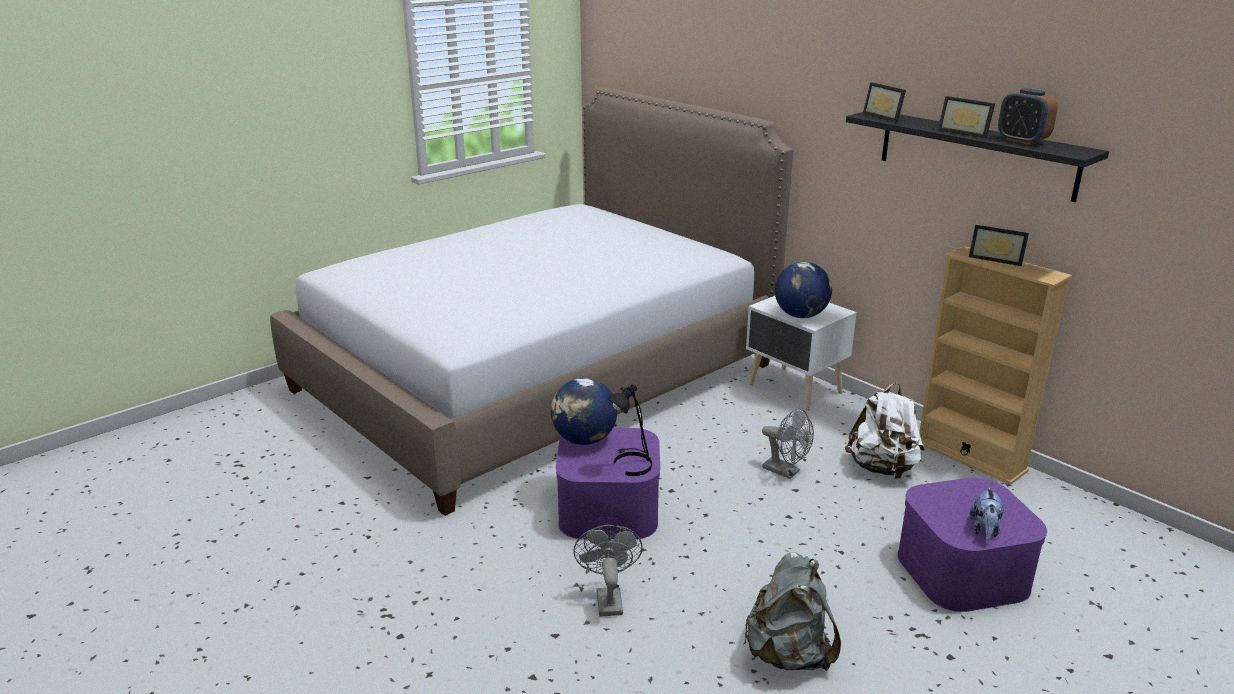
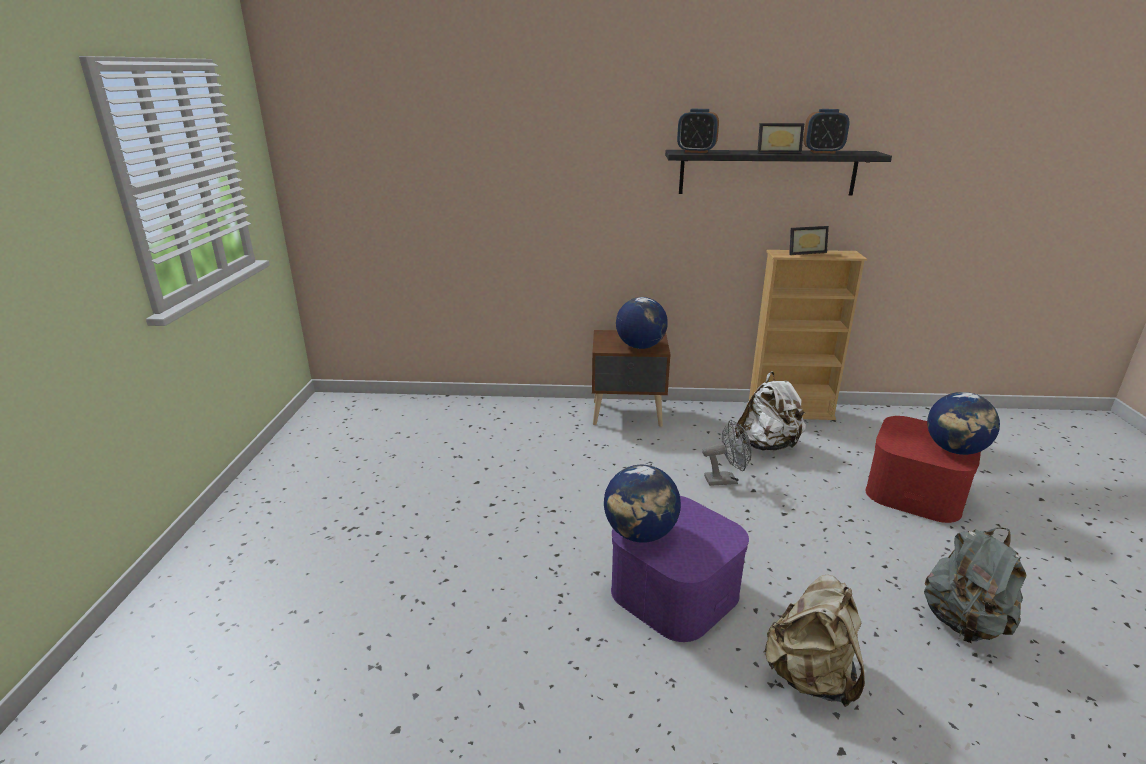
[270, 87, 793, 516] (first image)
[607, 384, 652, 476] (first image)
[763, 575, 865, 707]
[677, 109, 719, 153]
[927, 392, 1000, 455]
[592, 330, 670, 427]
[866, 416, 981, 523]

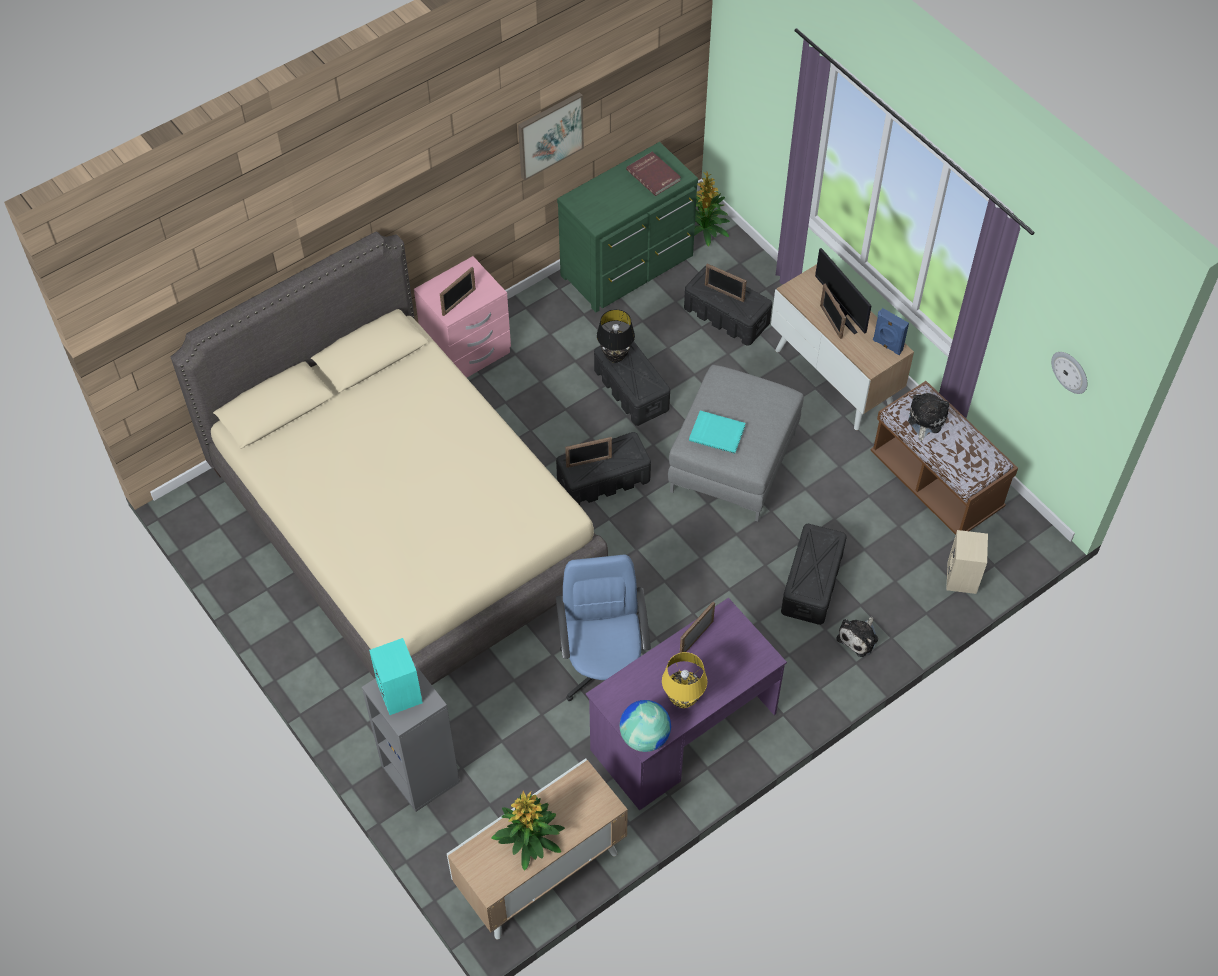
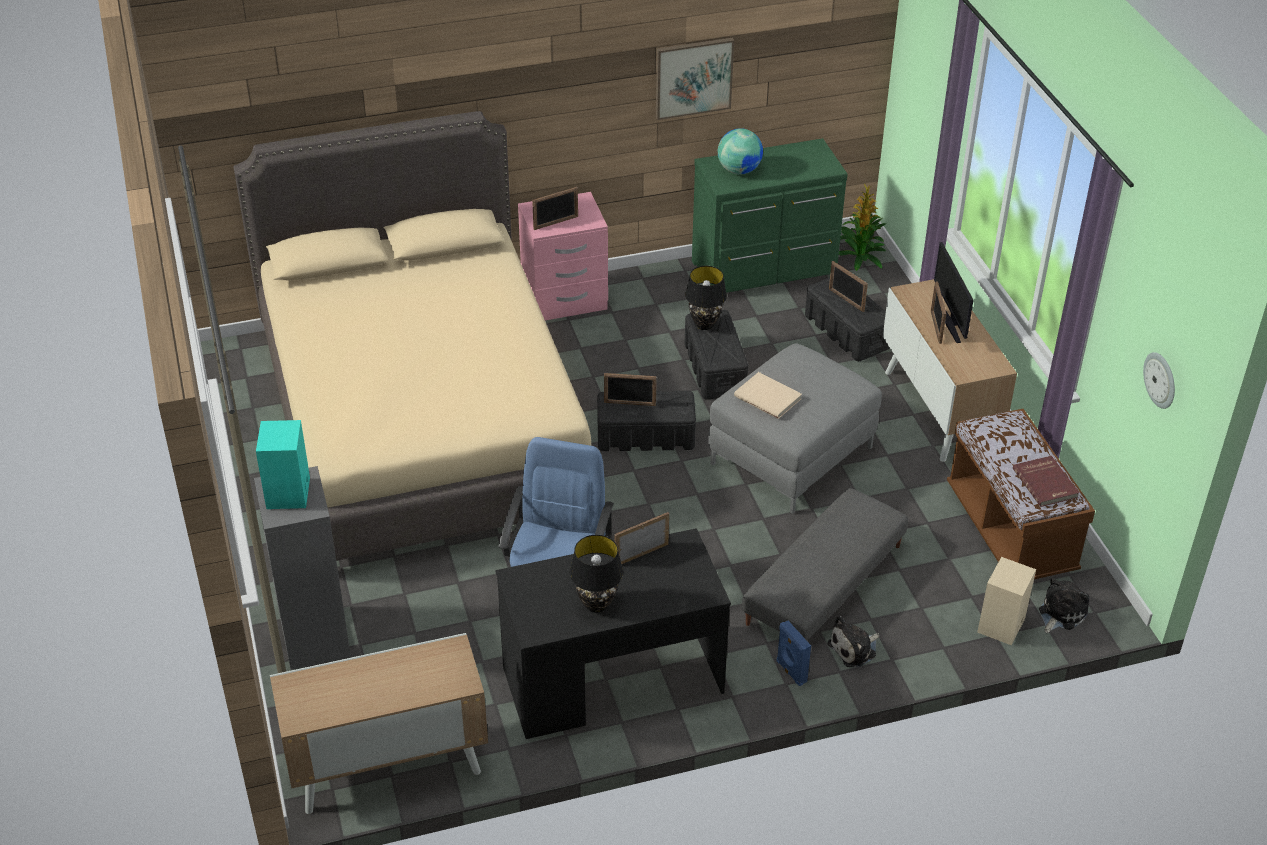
[491, 791, 565, 871] (first image)
[718, 128, 763, 174]
[1013, 456, 1079, 507]
[776, 621, 811, 686]
[1039, 578, 1090, 633]
[742, 488, 908, 640]
[495, 528, 731, 739]
[570, 535, 623, 613]
[734, 372, 802, 419]

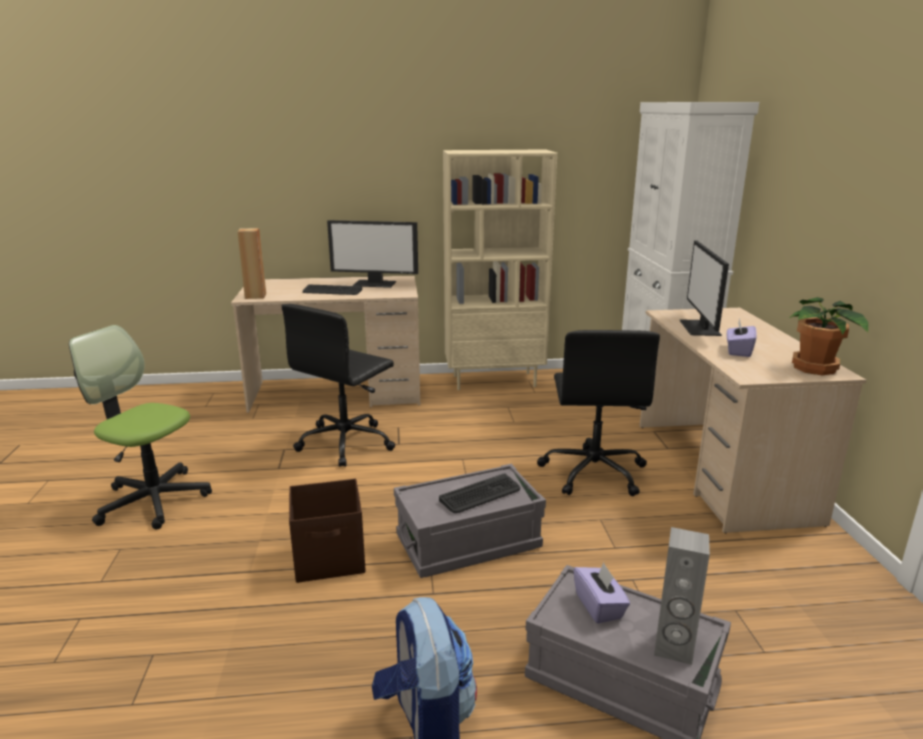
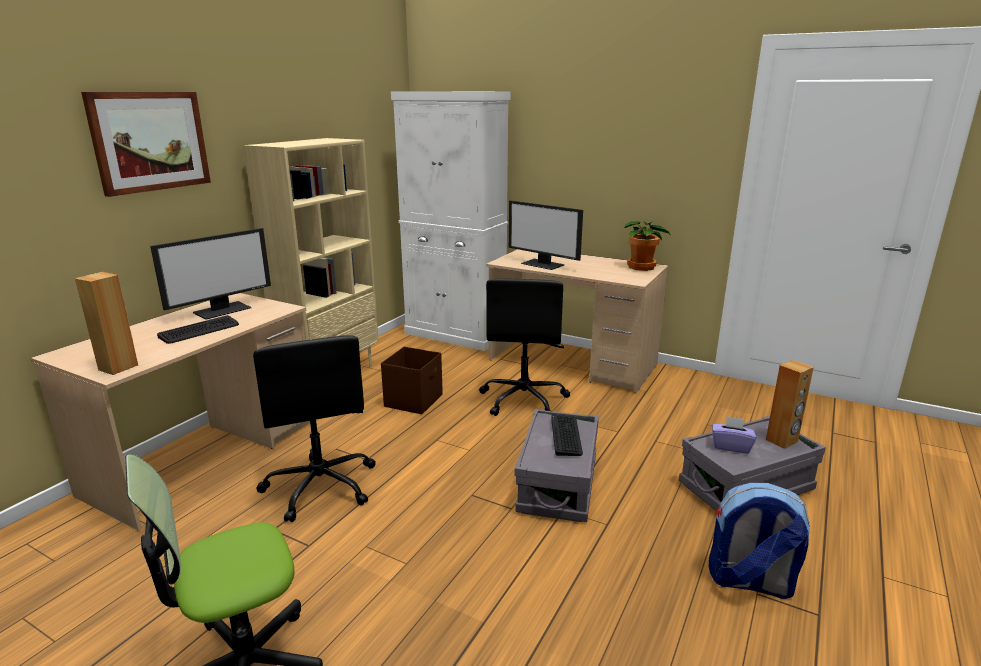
[727, 318, 757, 357] (first image)
[81, 92, 211, 197]
[381, 347, 443, 414]
[766, 360, 814, 449]
[479, 279, 570, 416]

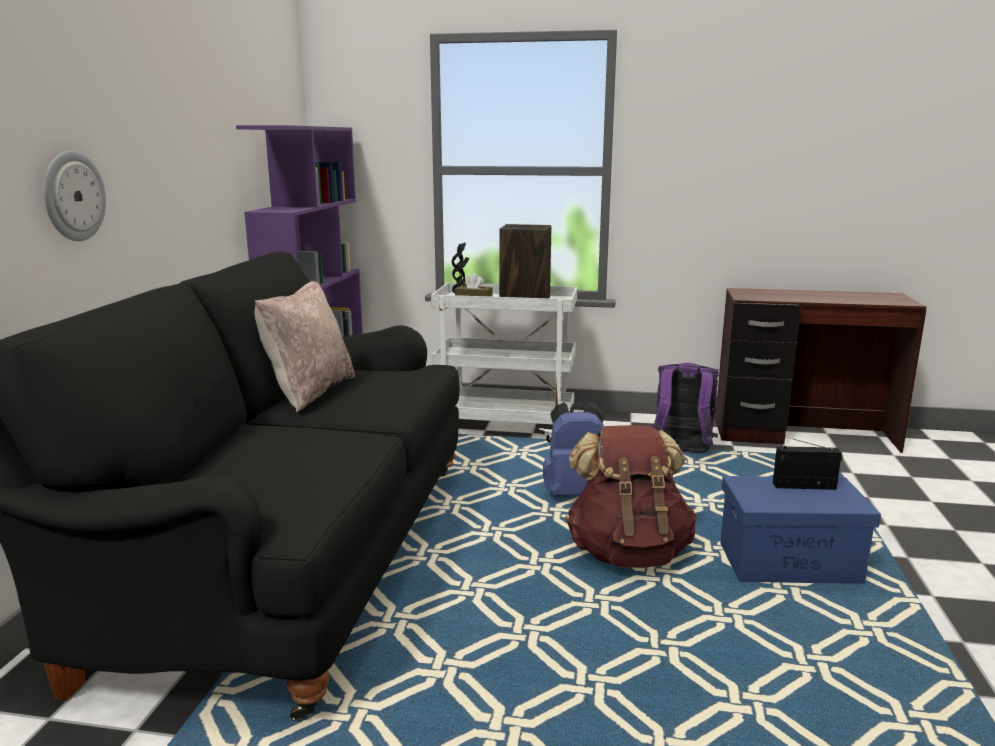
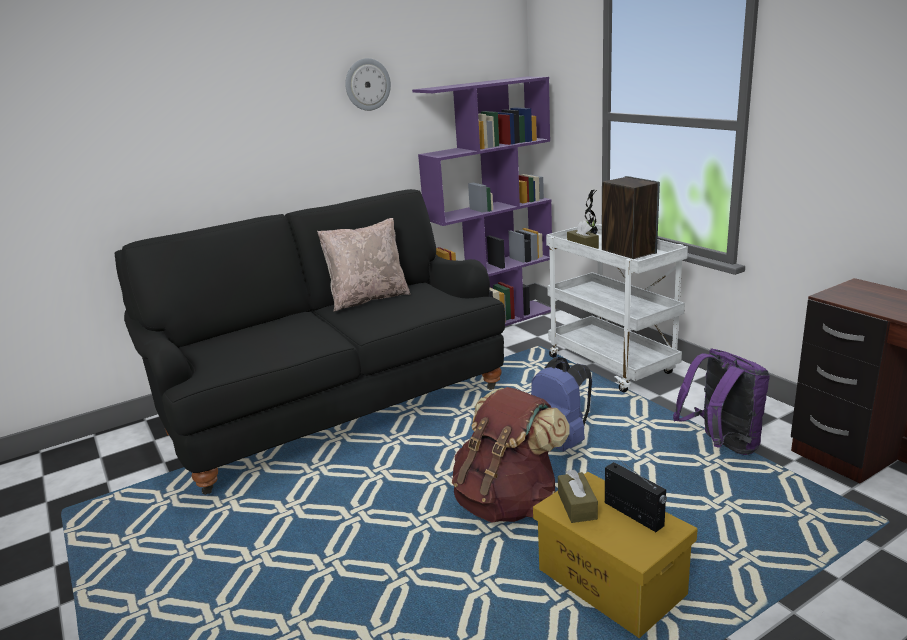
[558, 470, 598, 523]
[345, 58, 391, 111]
[533, 472, 698, 638]

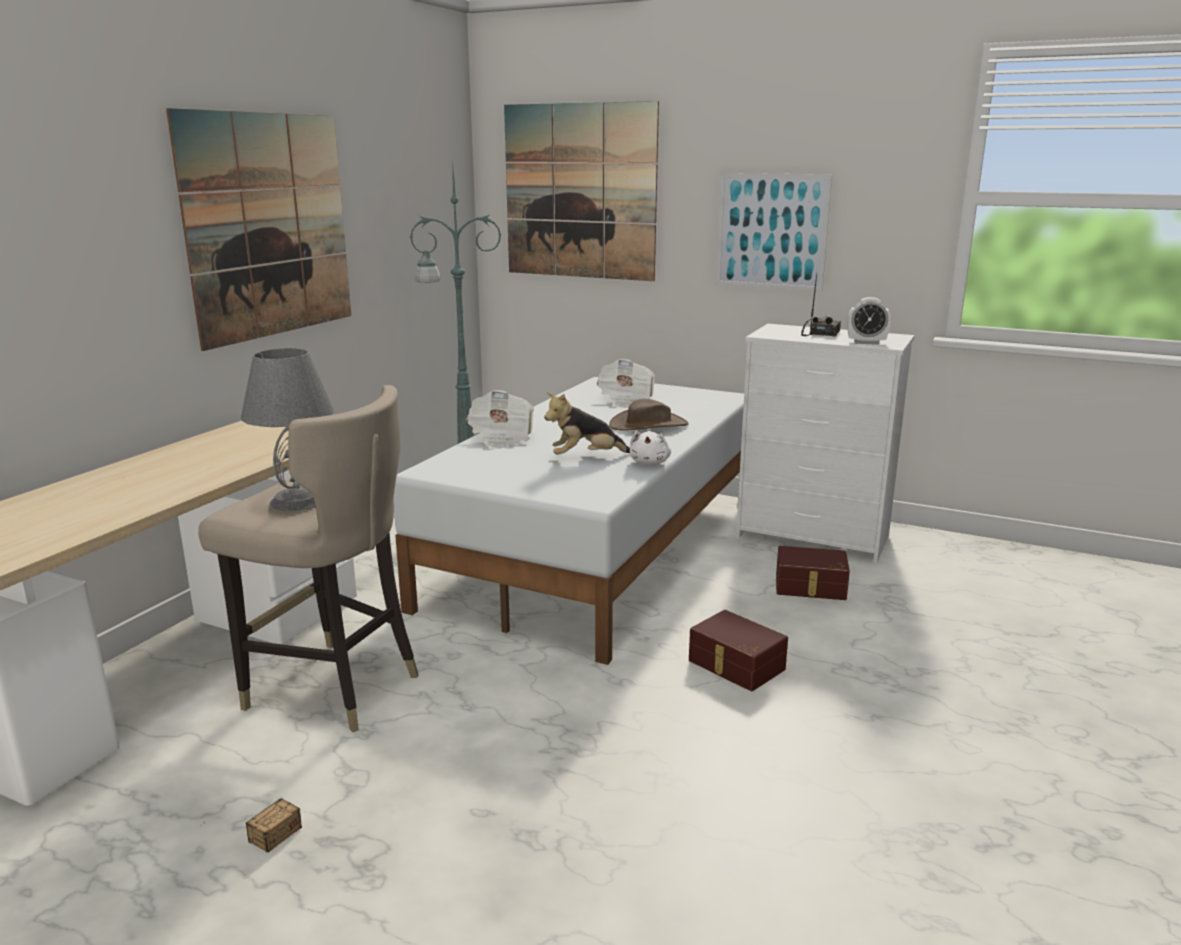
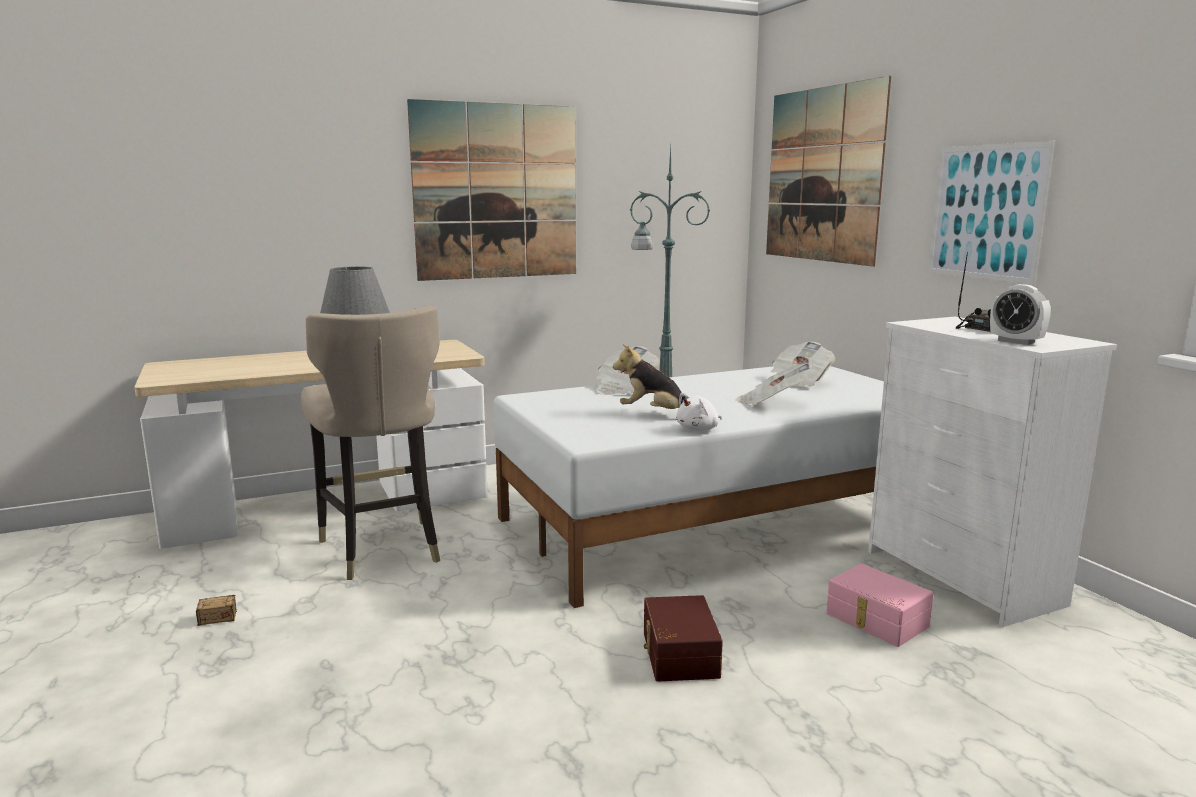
[736, 363, 813, 406]
[826, 564, 934, 647]

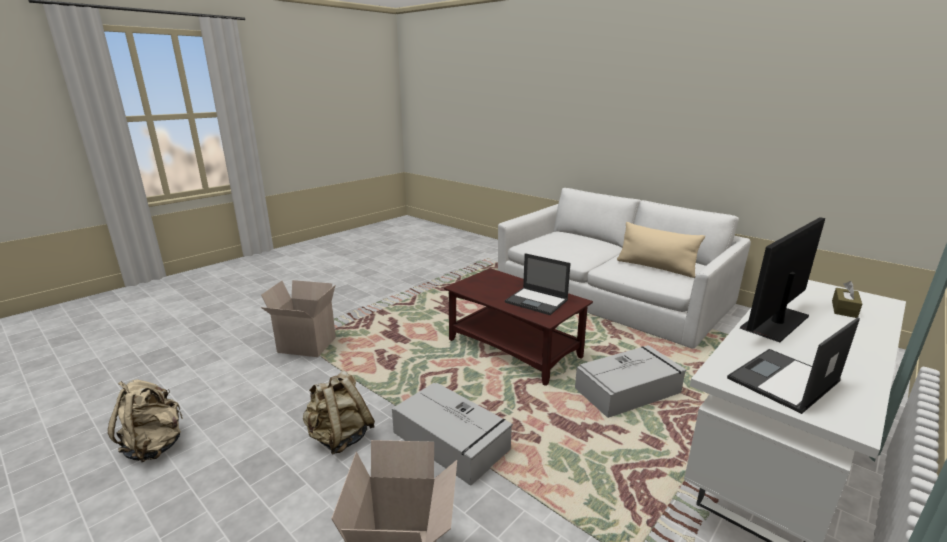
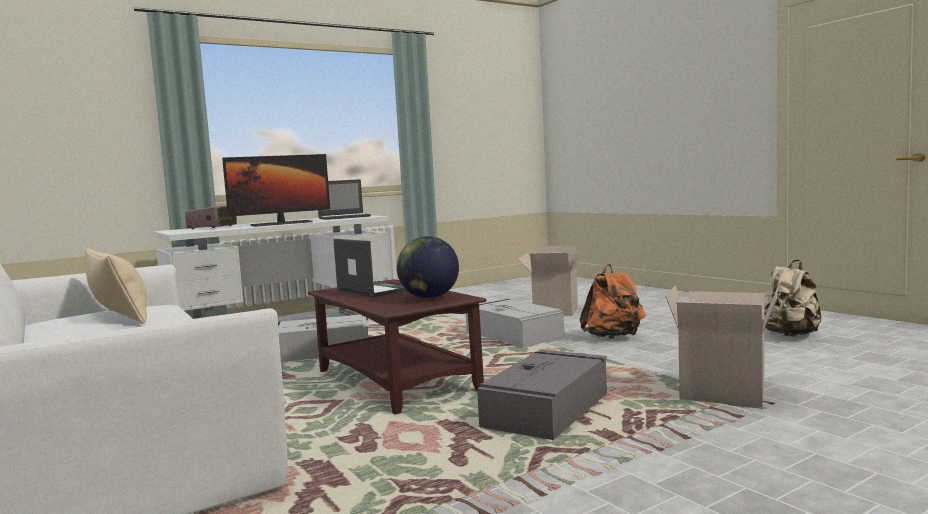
[397, 236, 459, 299]
[477, 349, 607, 440]
[185, 206, 237, 229]
[580, 264, 646, 338]

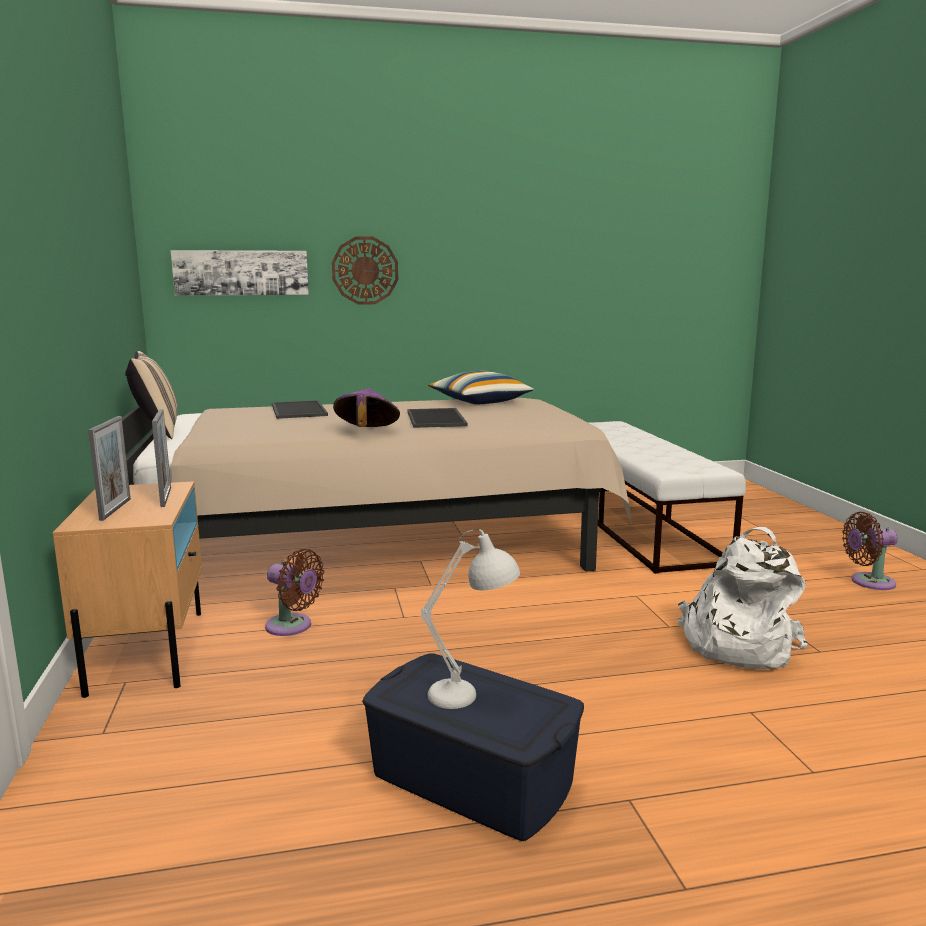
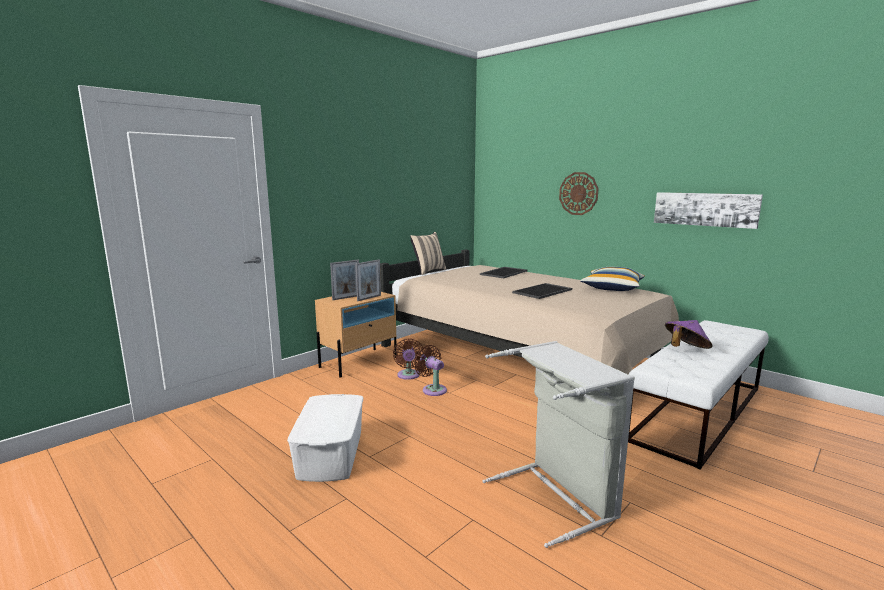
[421, 529, 520, 709] (first image)
[654, 192, 763, 229]
[665, 320, 712, 349]
[414, 345, 447, 396]
[483, 341, 635, 548]
[287, 394, 363, 482]

